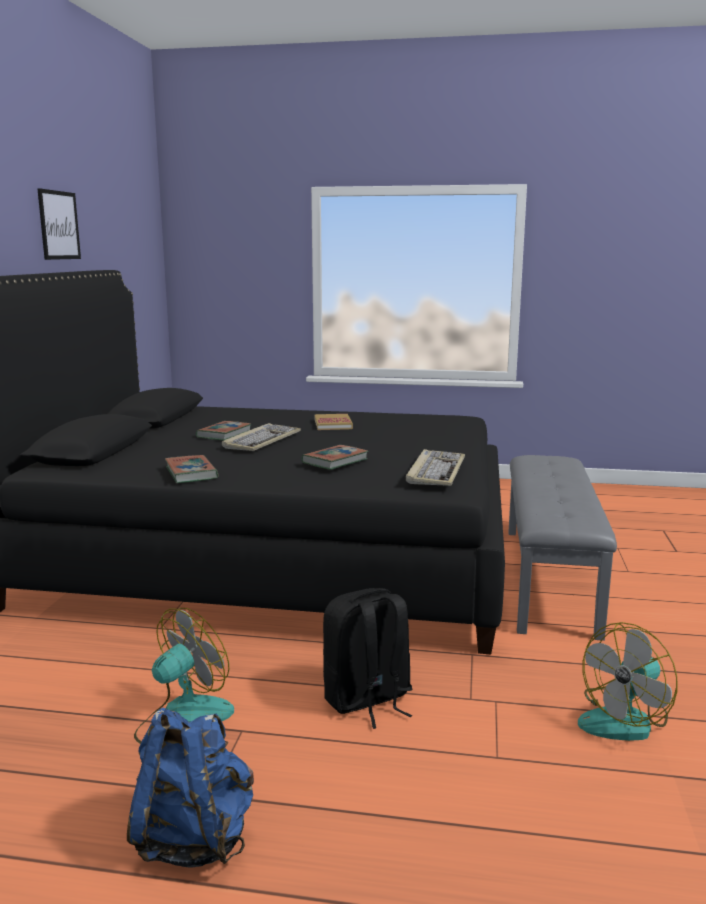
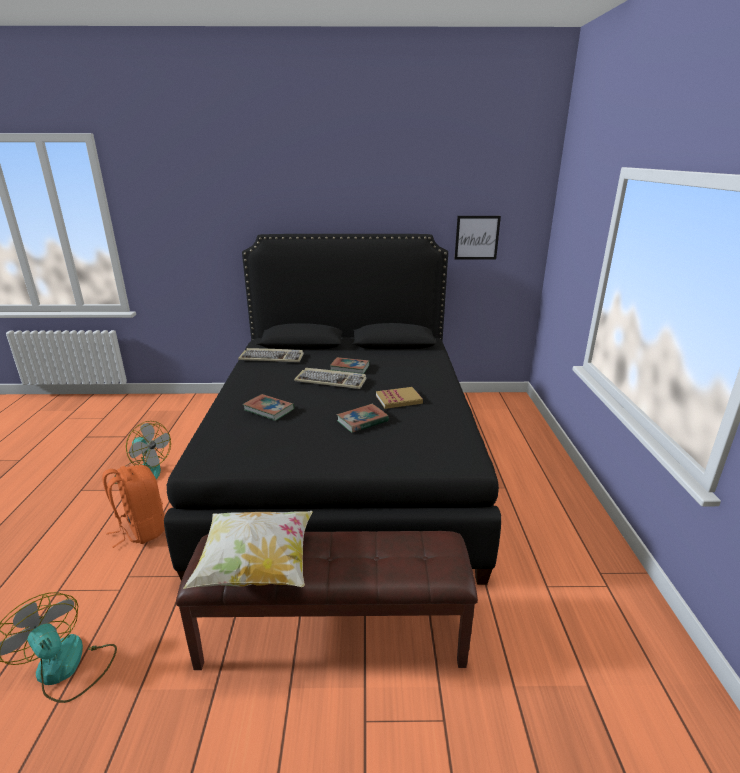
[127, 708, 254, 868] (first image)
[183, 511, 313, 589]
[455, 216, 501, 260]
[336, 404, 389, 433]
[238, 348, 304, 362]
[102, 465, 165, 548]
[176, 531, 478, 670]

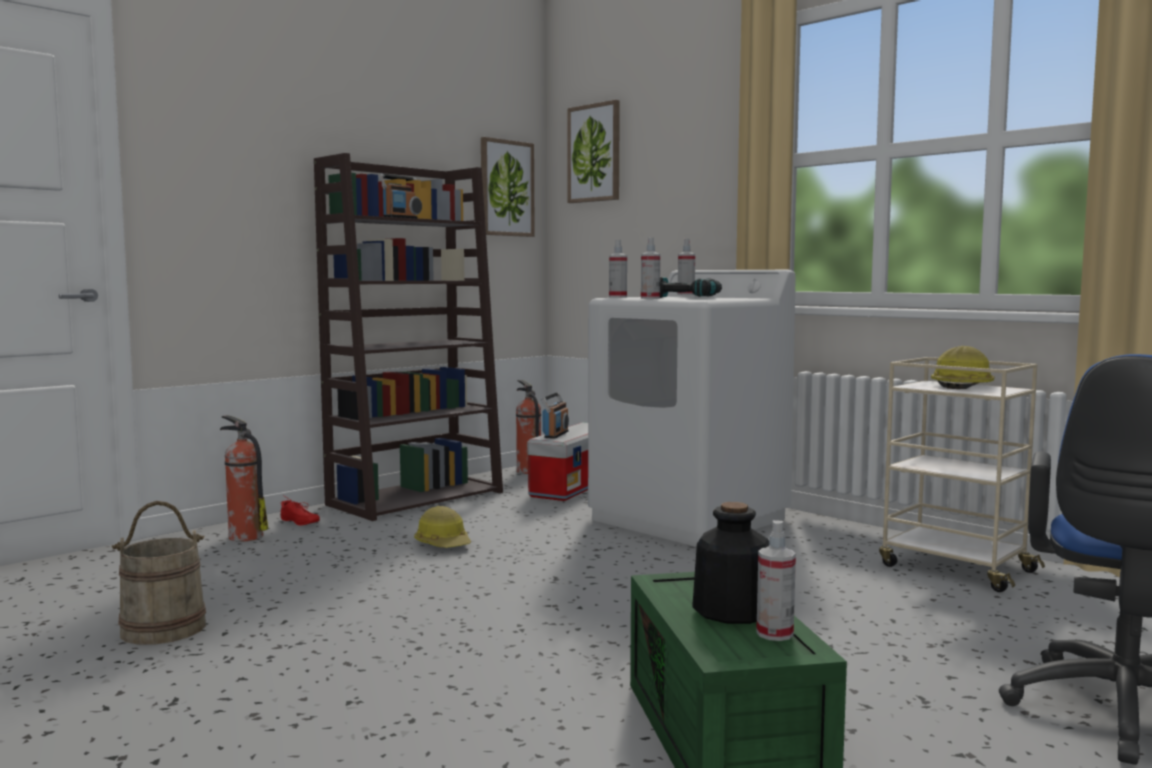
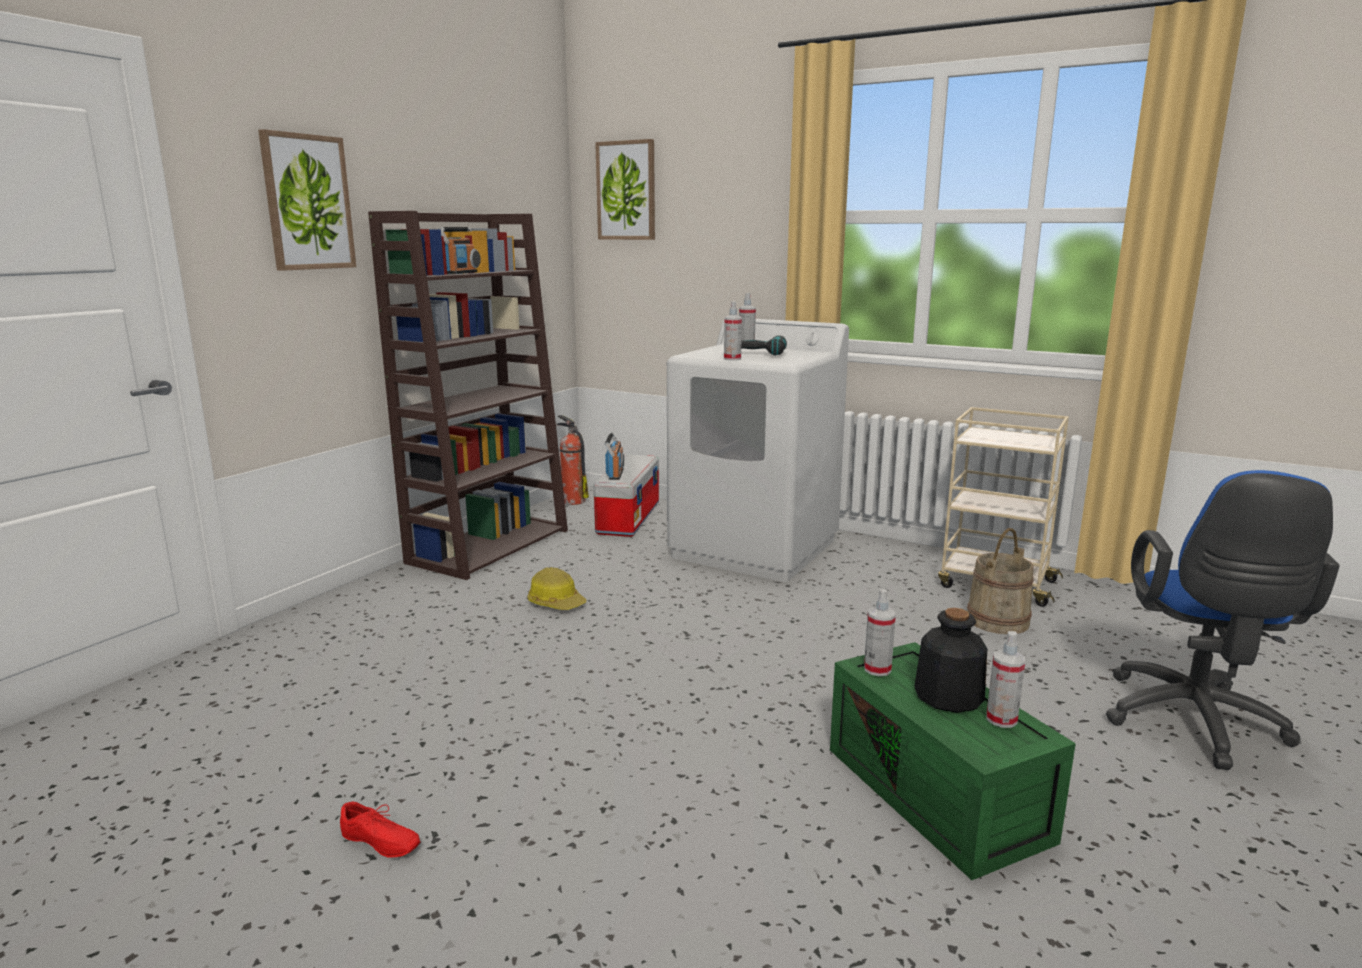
[220, 415, 268, 542] (first image)
[931, 346, 995, 389] (first image)
[967, 528, 1034, 634]
[340, 802, 420, 858]
[258, 129, 356, 271]
[864, 589, 896, 676]

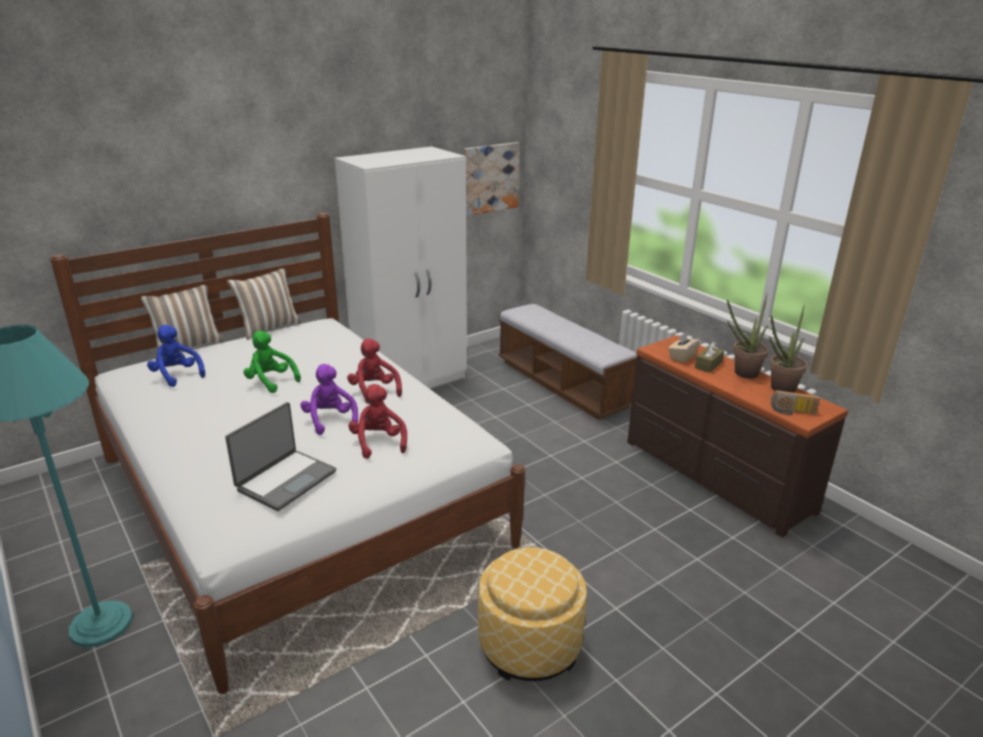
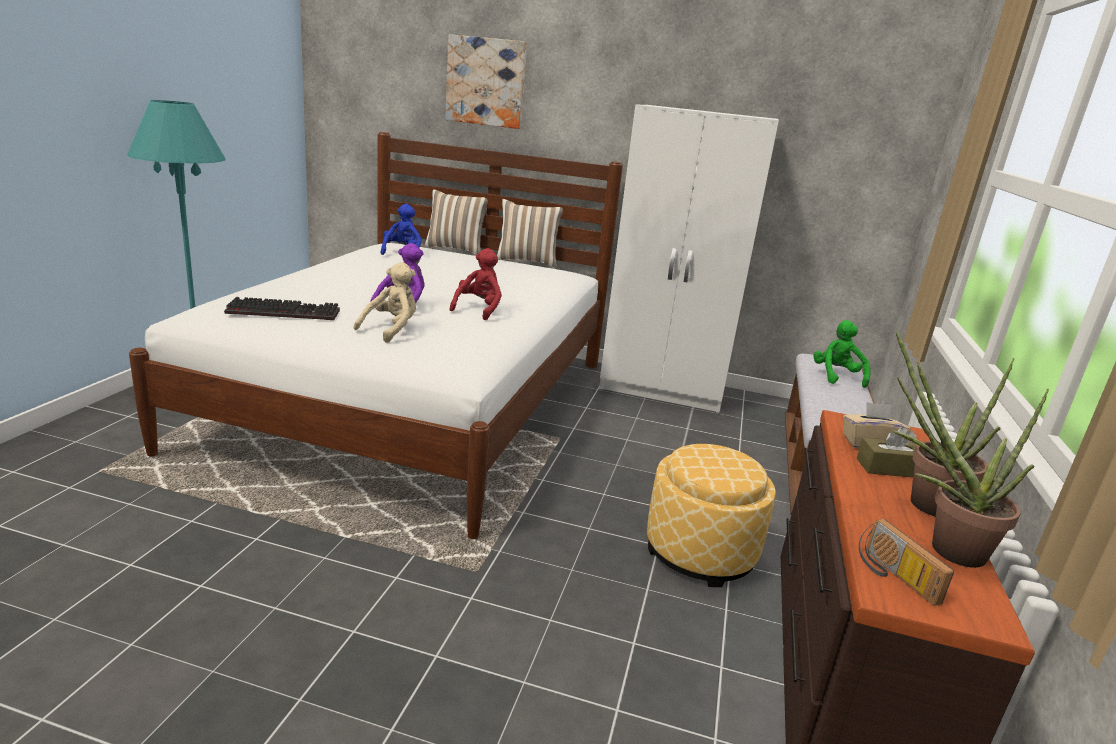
[813, 320, 871, 388]
[445, 34, 527, 129]
[647, 444, 776, 587]
[224, 297, 340, 320]
[354, 262, 416, 343]

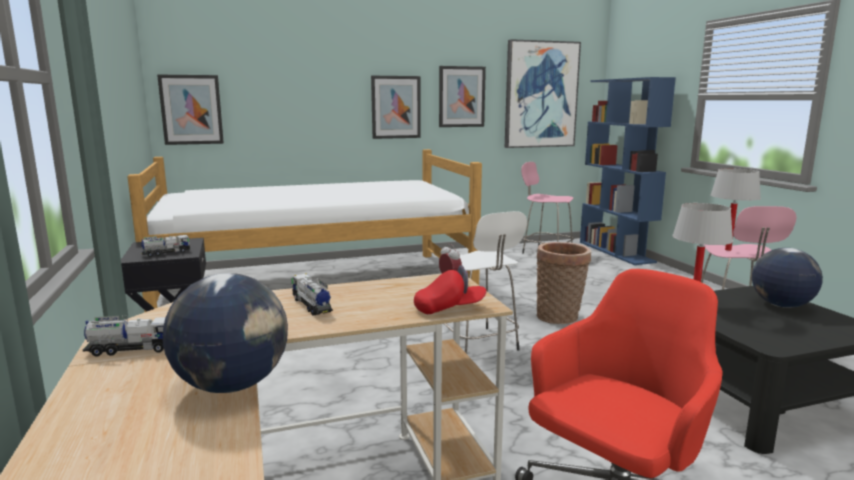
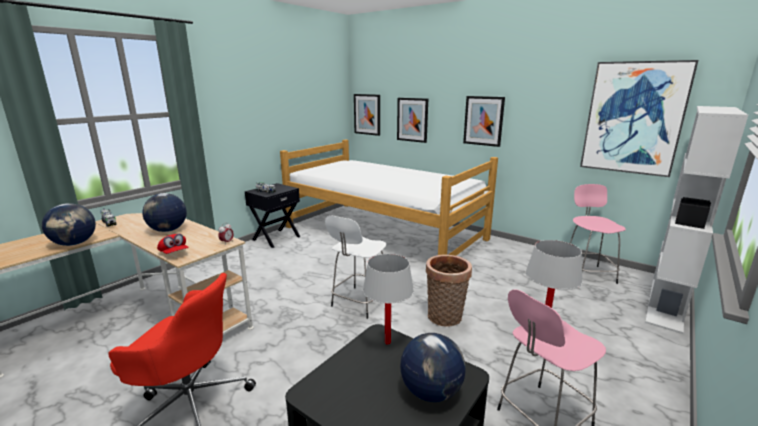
[397, 98, 428, 143]
[142, 193, 187, 232]
[645, 106, 748, 334]

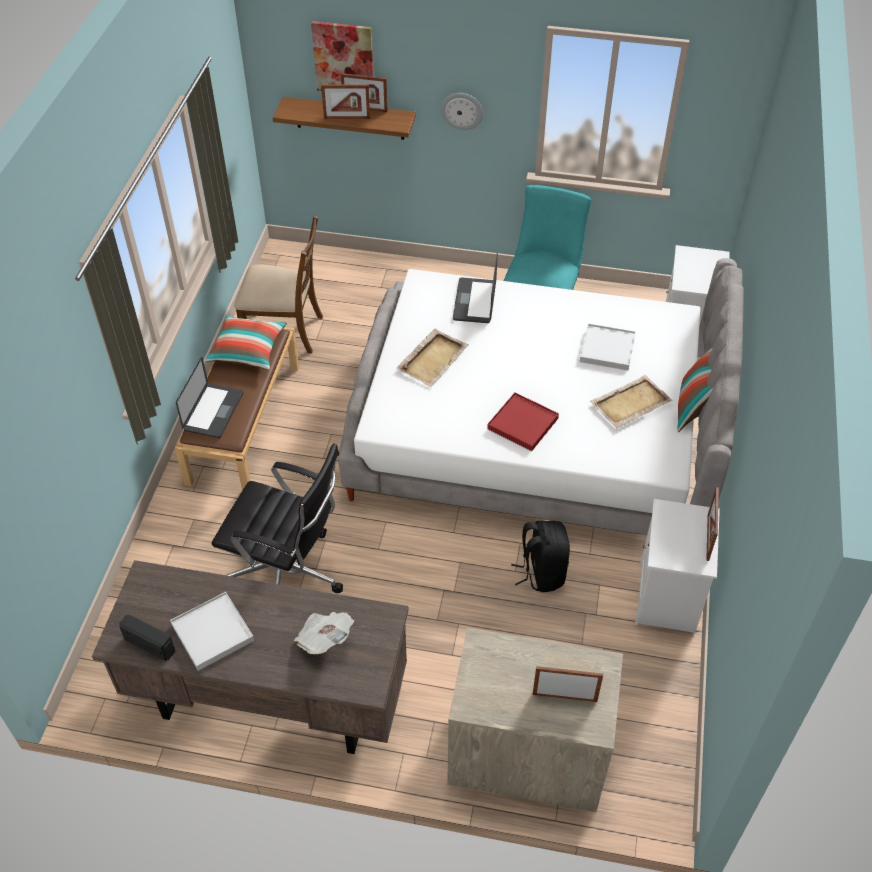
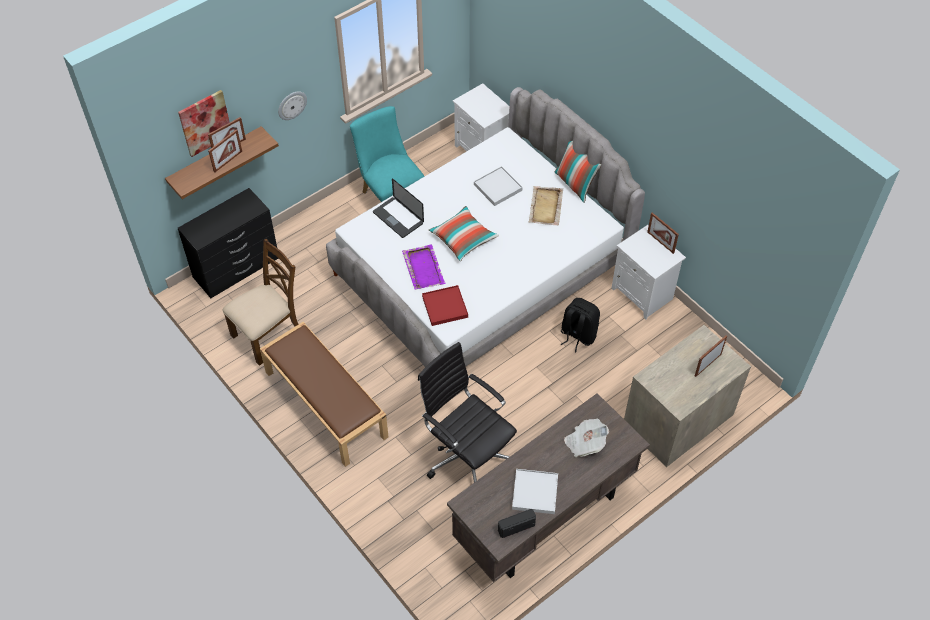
[176, 357, 244, 438] (first image)
[178, 188, 278, 298]
[429, 206, 499, 261]
[422, 285, 468, 326]
[402, 244, 446, 290]
[418, 342, 517, 483]

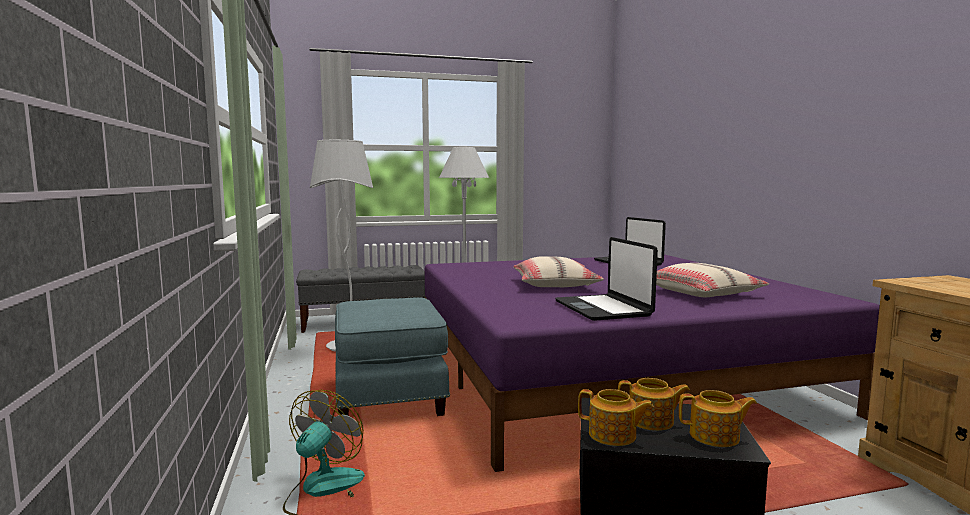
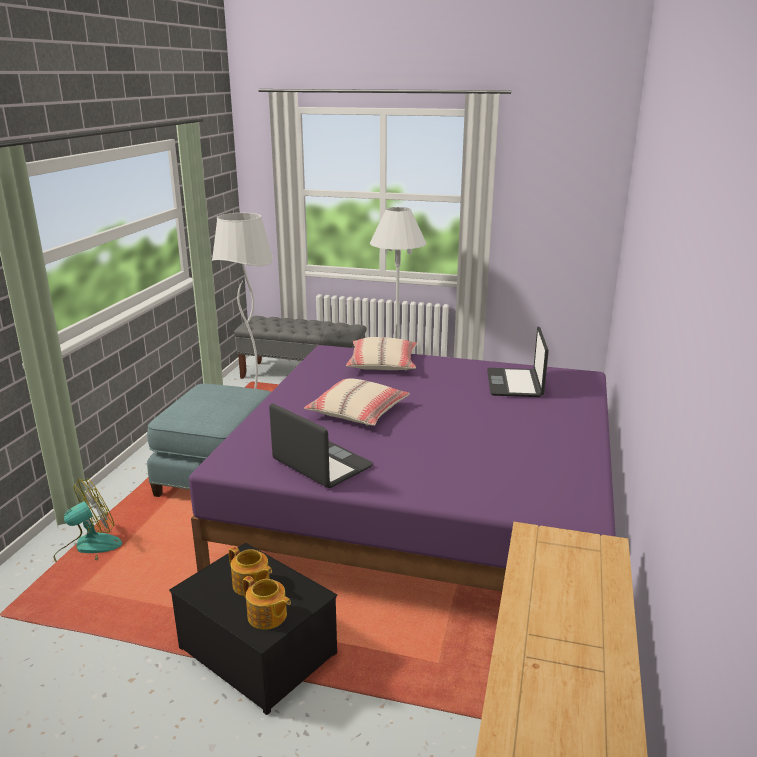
[578, 389, 654, 446] (first image)
[346, 337, 417, 371]
[269, 404, 373, 488]

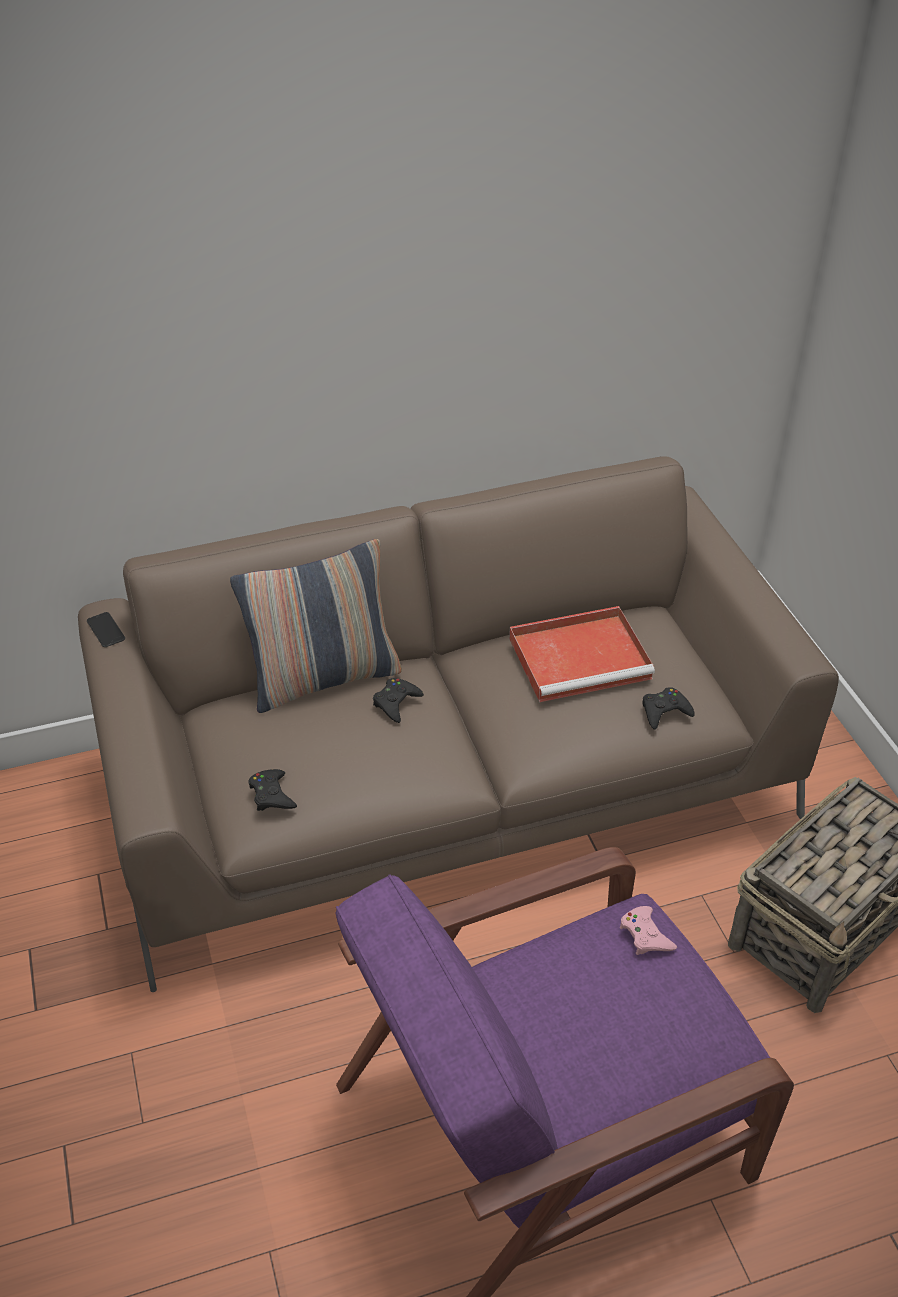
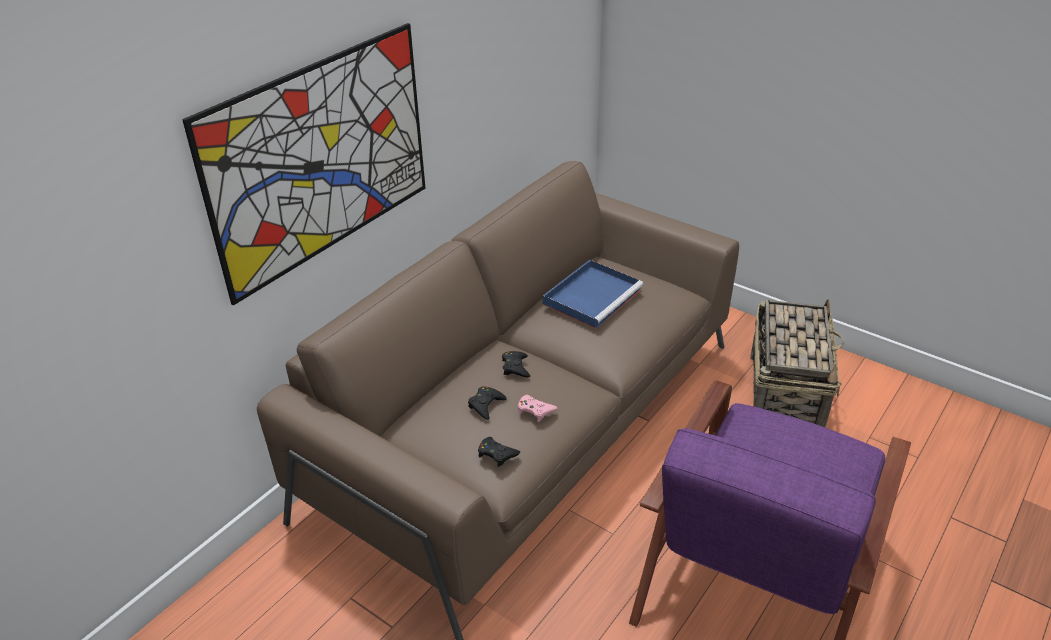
[87, 612, 125, 647] (first image)
[230, 539, 402, 713] (first image)
[182, 23, 425, 305]
[518, 395, 557, 422]
[468, 386, 507, 420]
[543, 260, 643, 329]

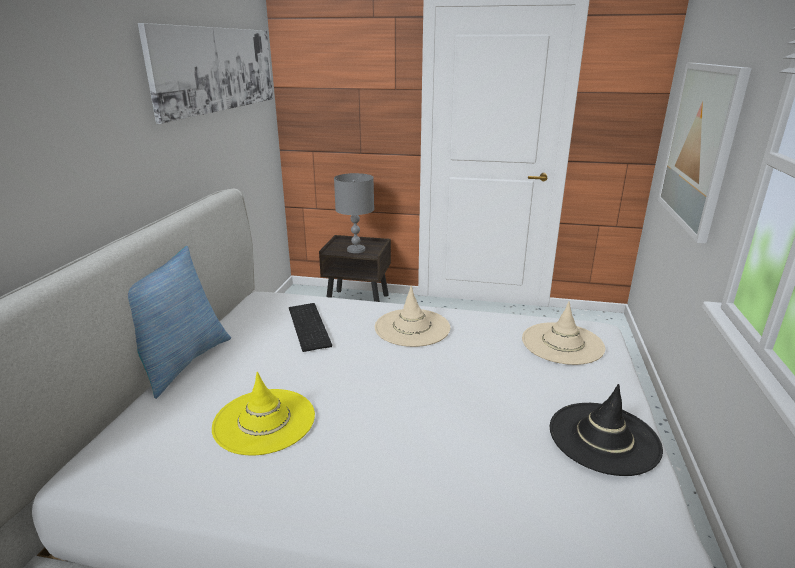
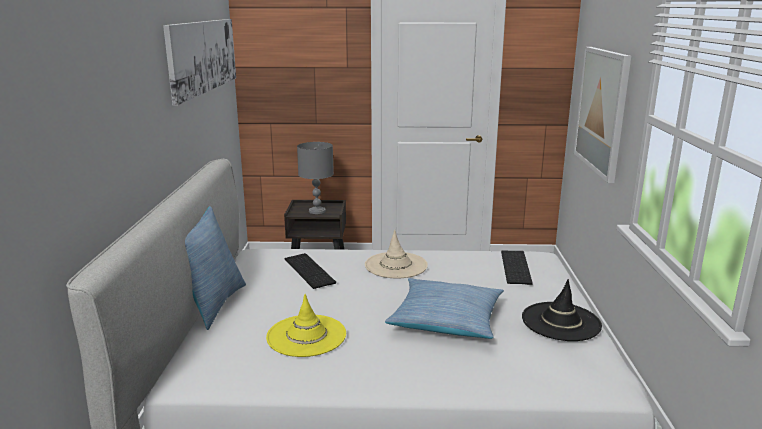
[385, 278, 504, 339]
[501, 251, 533, 285]

